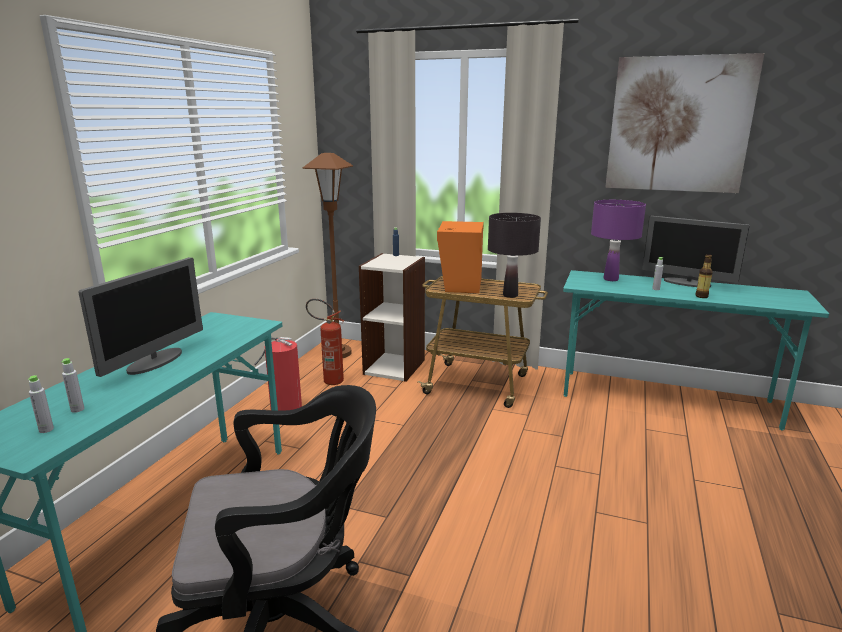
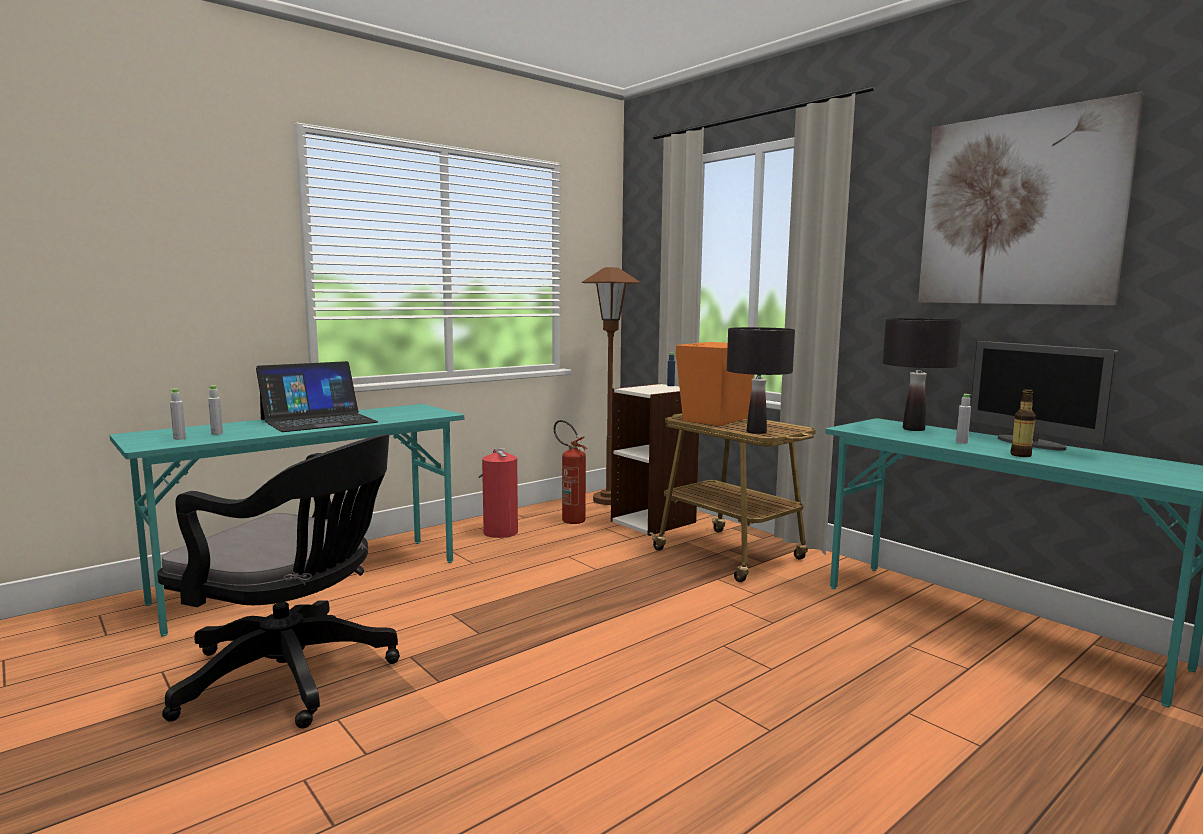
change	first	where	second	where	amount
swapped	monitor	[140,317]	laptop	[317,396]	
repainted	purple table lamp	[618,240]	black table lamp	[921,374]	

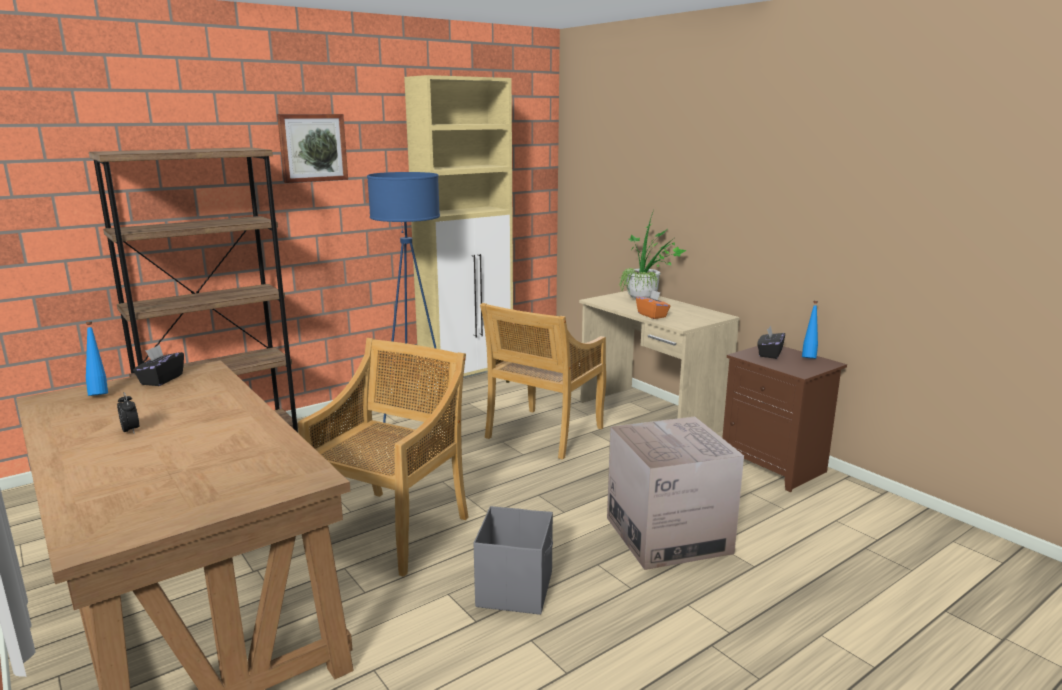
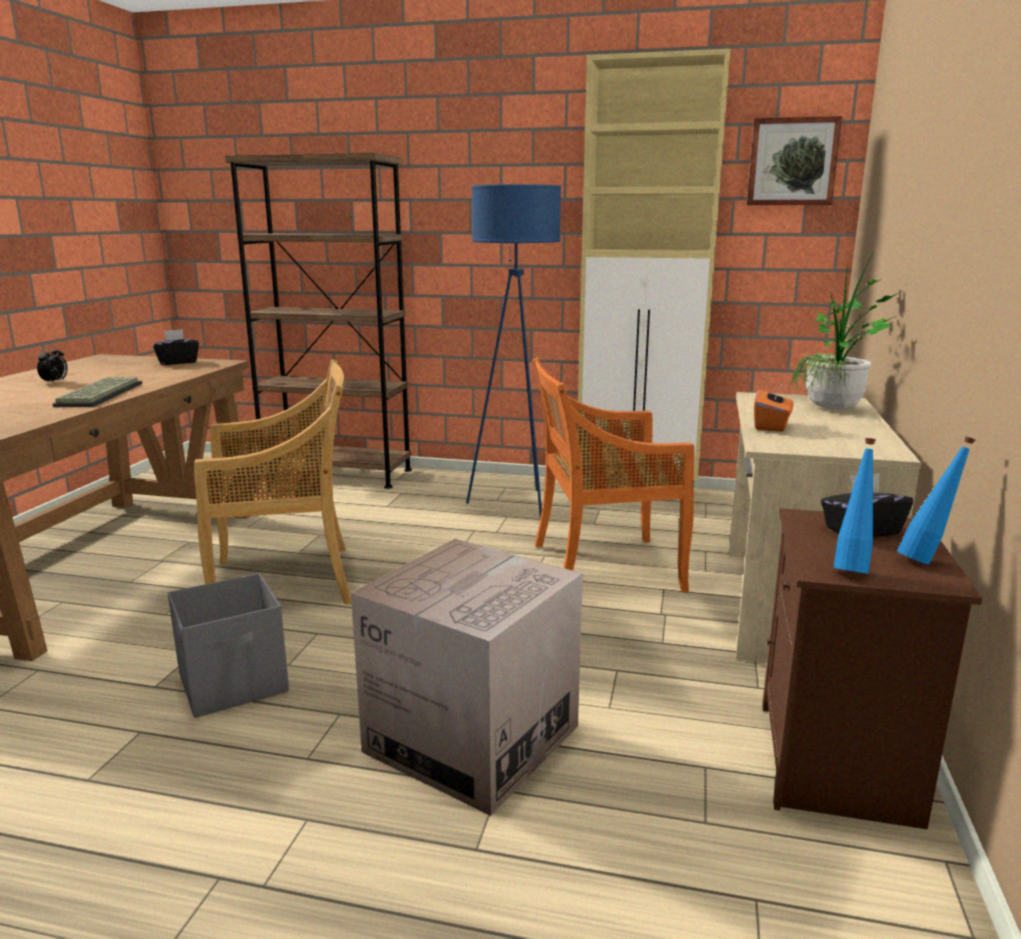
change	first	where	second	where	amount
new			keyboard	[97,392]	
repainted	beige chair	[543,381]	orange chair	[613,475]	
shifted	picture	[312,148]		[794,160]	
shifted	blue bottle	[97,359]		[854,506]	

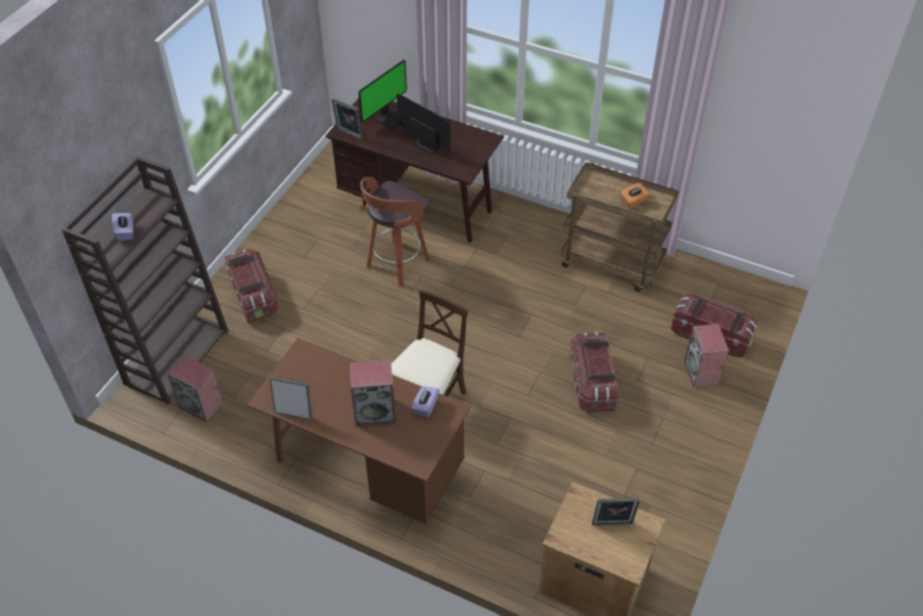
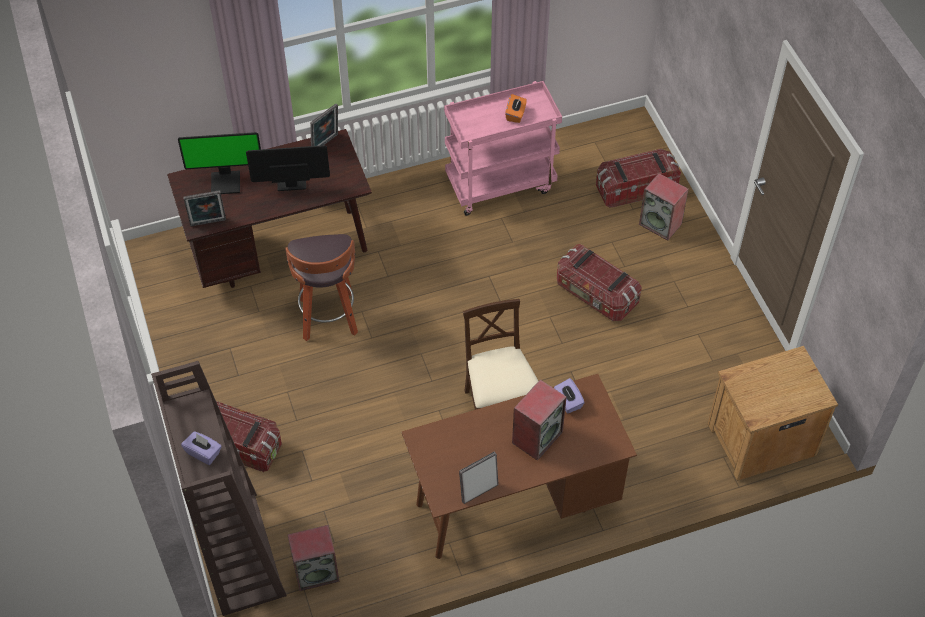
change	first	where	second	where	amount
rotated	monitor	[382,95]		[219,163]	90 degrees clockwise
shifted	picture frame	[616,512]		[324,125]	
repainted	brown cart	[620,227]	pink cart	[503,148]	

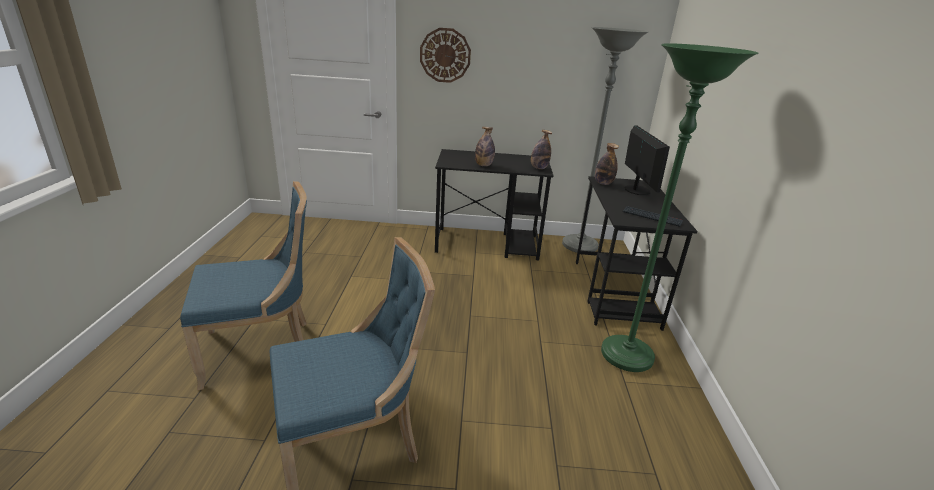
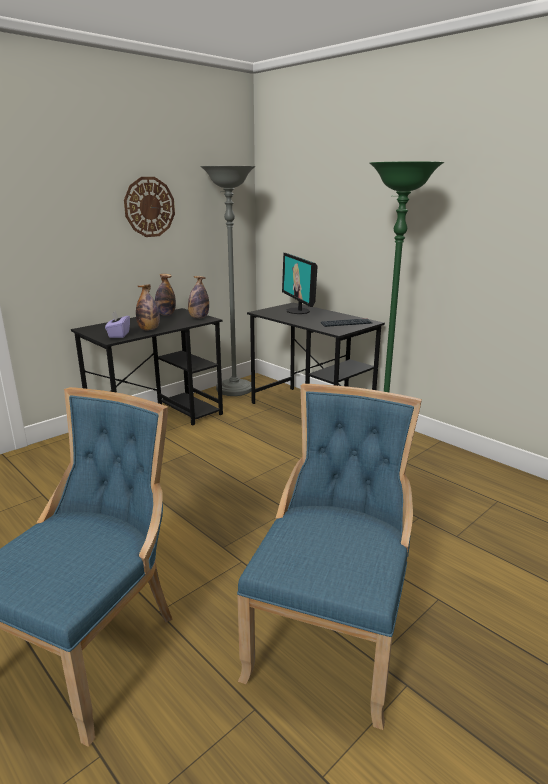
change	first	where	second	where	amount
new			purple tissue box	[117,324]	
shifted	wall clock	[445,55]		[149,207]	
shifted	bottle	[607,164]		[165,295]	
rotated	monitor	[647,160]		[300,283]	150 degrees counterclockwise

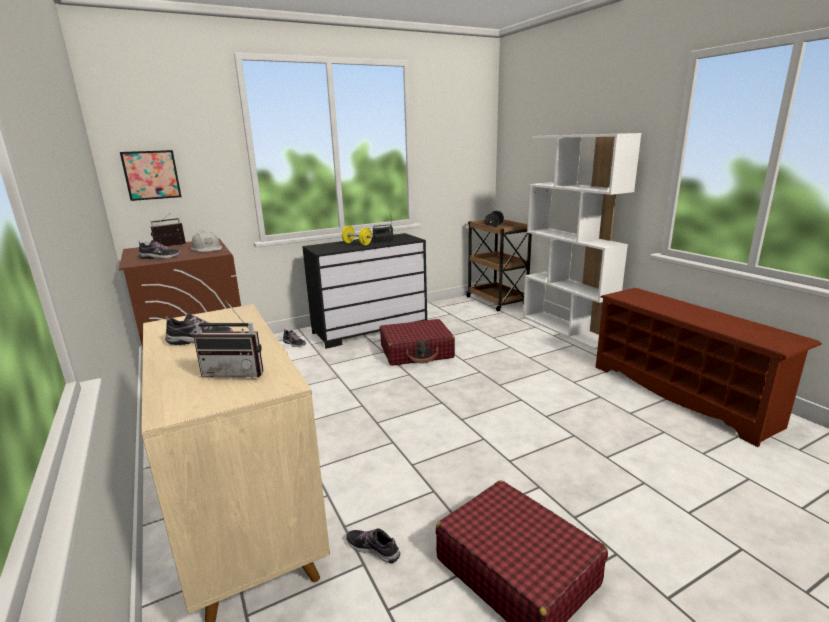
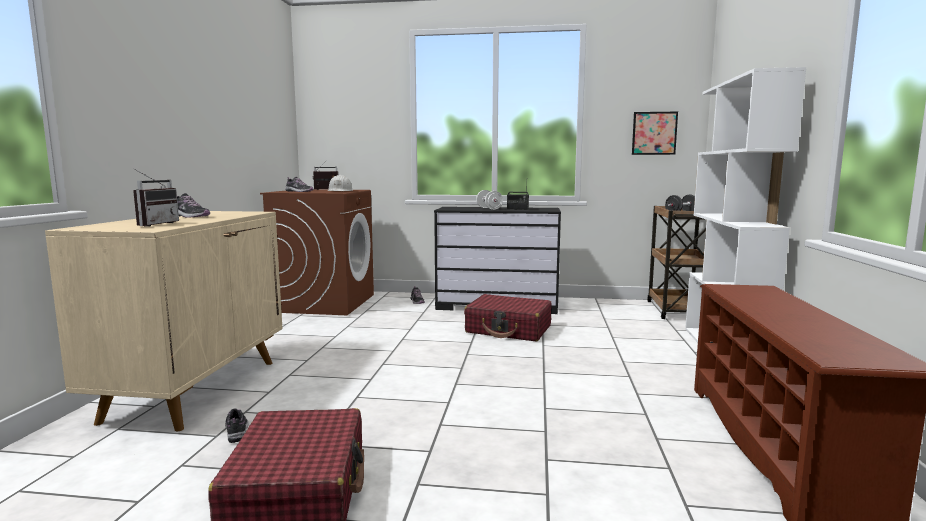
change	first	where	second	where	amount
rotated	radio	[229,339]		[156,197]	120 degrees counterclockwise
repainted	yellow dumbbell	[357,235]	white dumbbell	[489,200]	
shifted	picture	[150,175]		[655,133]	

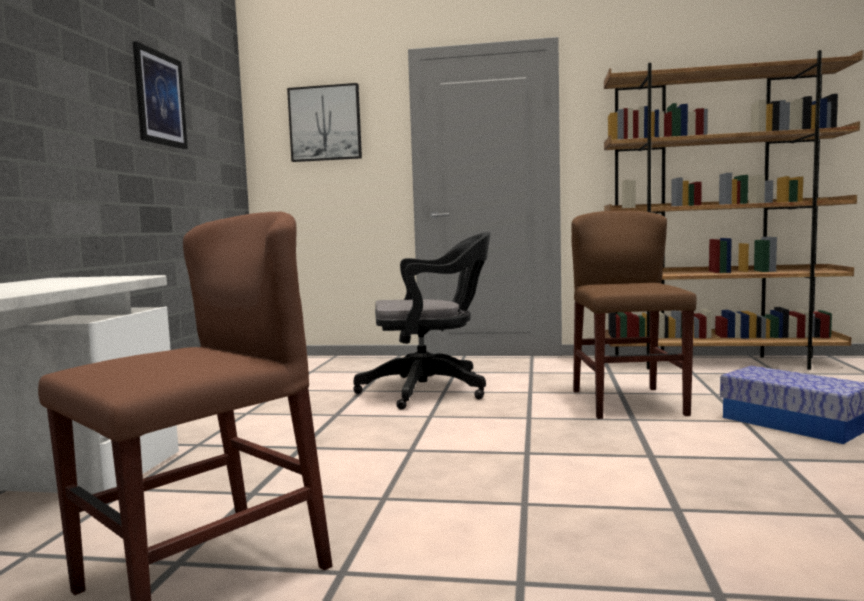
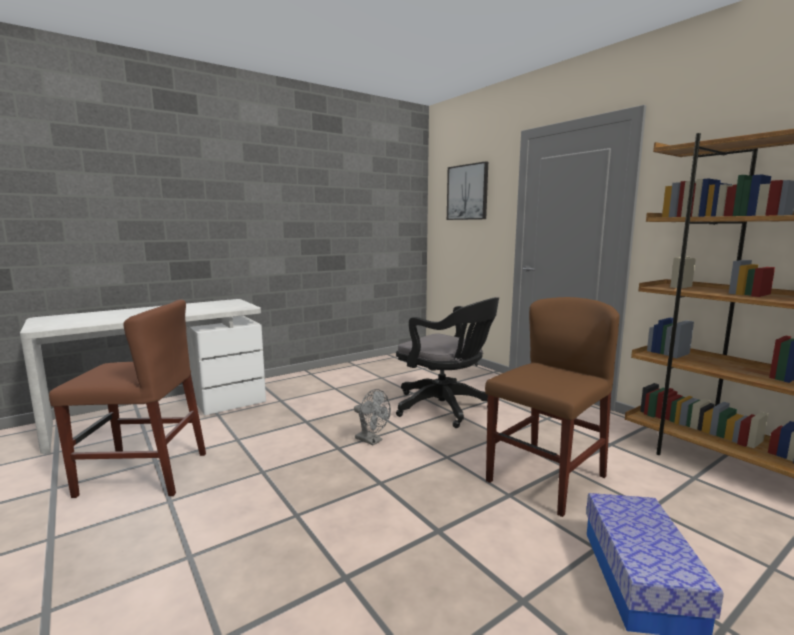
change	first	where	second	where	amount
new			grey fan	[372,417]	
gone	picture	[160,95]			

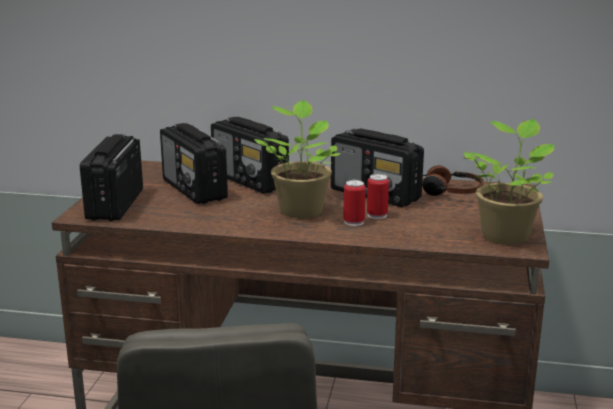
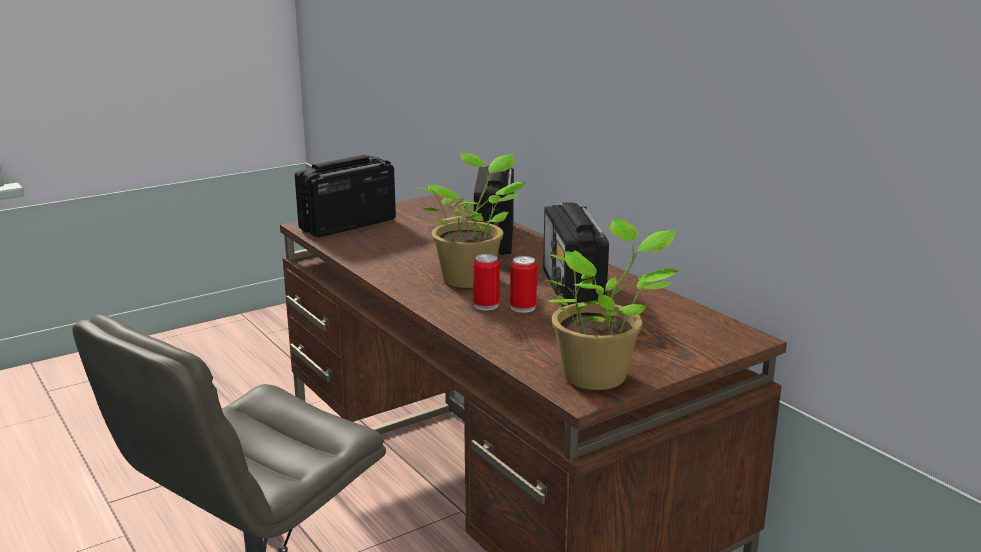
change	first	where	second	where	amount
gone	radio	[194,163]			
gone	headphones	[453,180]			

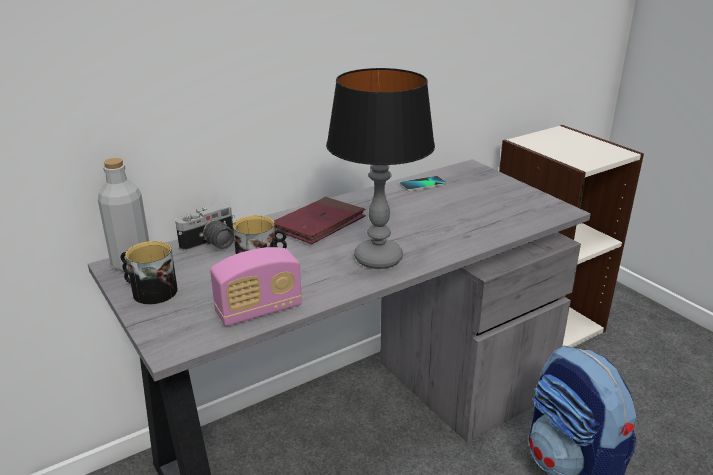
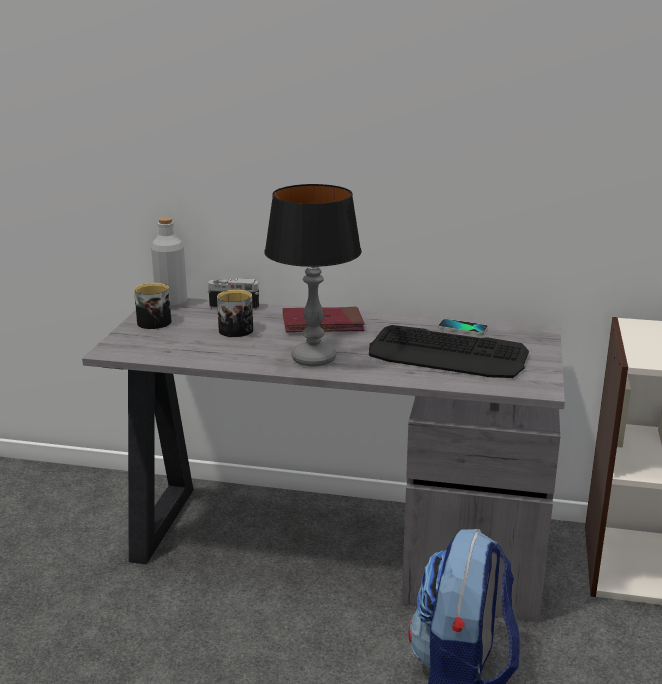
change	first	where	second	where	amount
new			keyboard	[449,351]	
gone	radio	[256,286]			

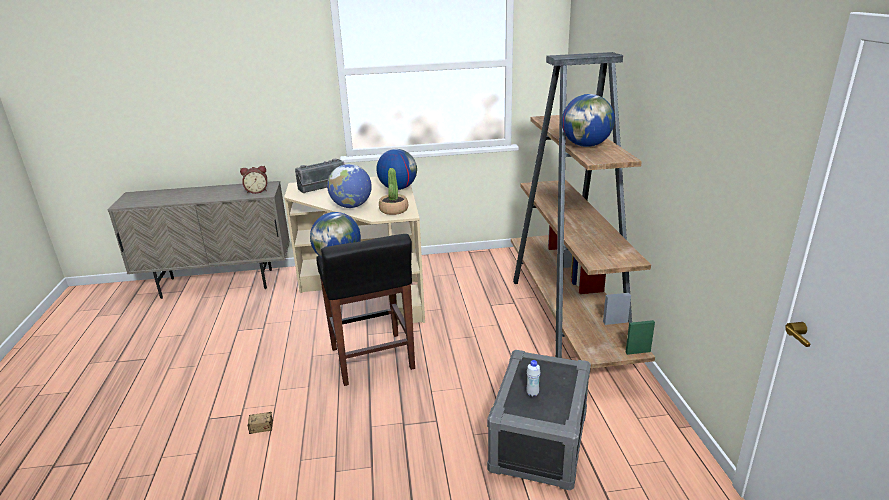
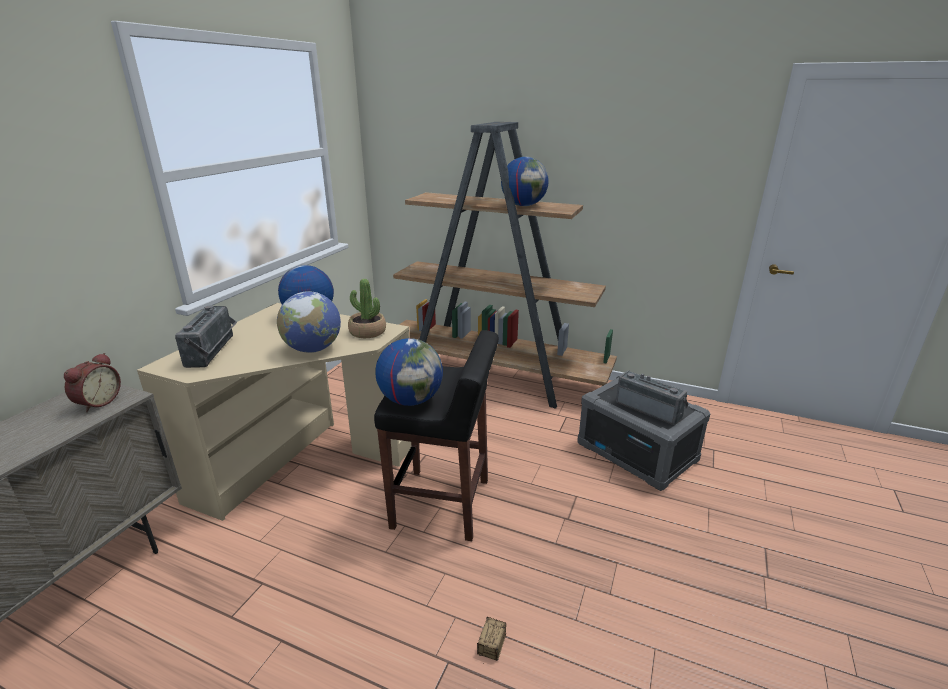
change	first	where	second	where	amount
swapped	white bottle	[533,378]	radio	[652,398]	

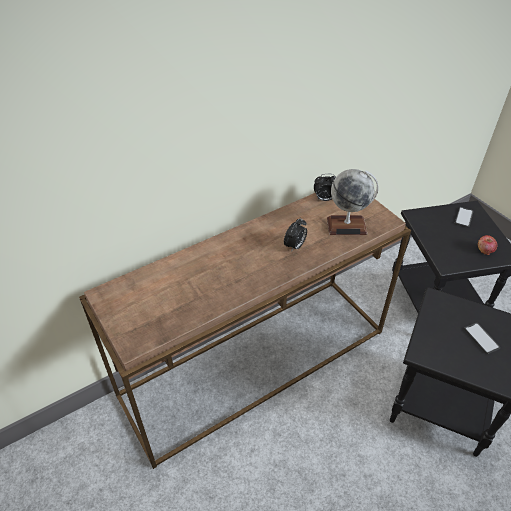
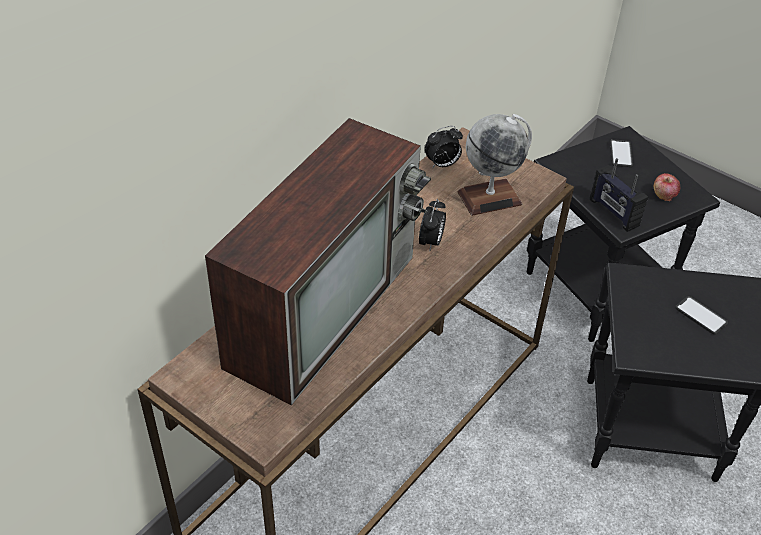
change	first	where	second	where	amount
new			television	[318,262]	
new			radio	[619,195]	

